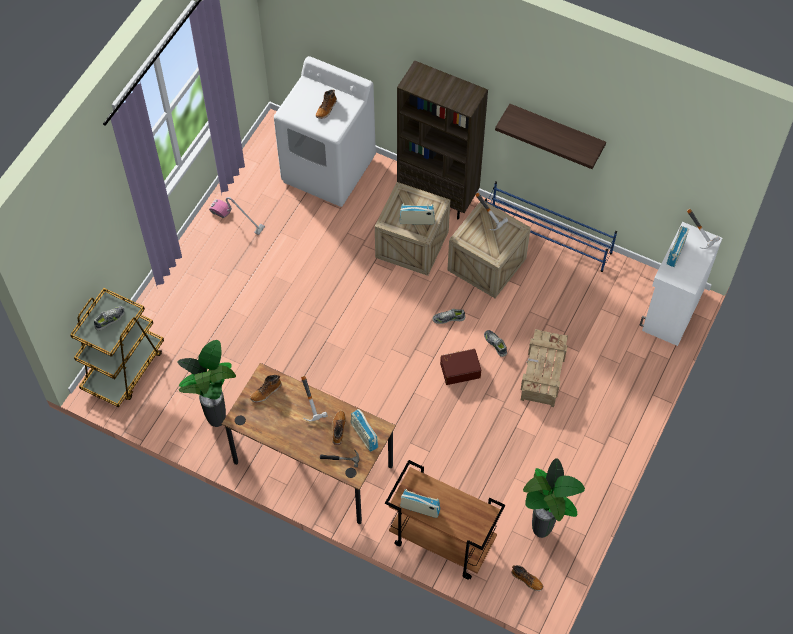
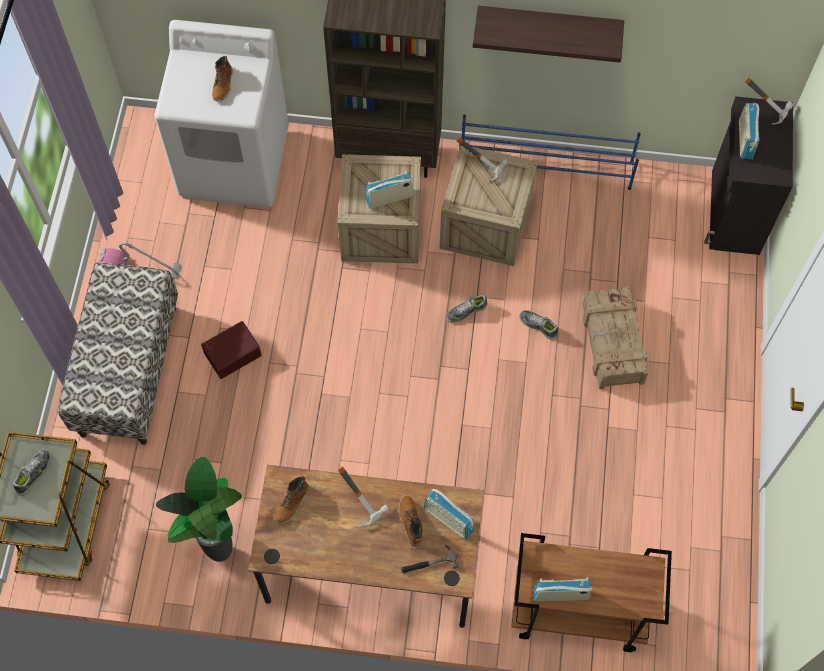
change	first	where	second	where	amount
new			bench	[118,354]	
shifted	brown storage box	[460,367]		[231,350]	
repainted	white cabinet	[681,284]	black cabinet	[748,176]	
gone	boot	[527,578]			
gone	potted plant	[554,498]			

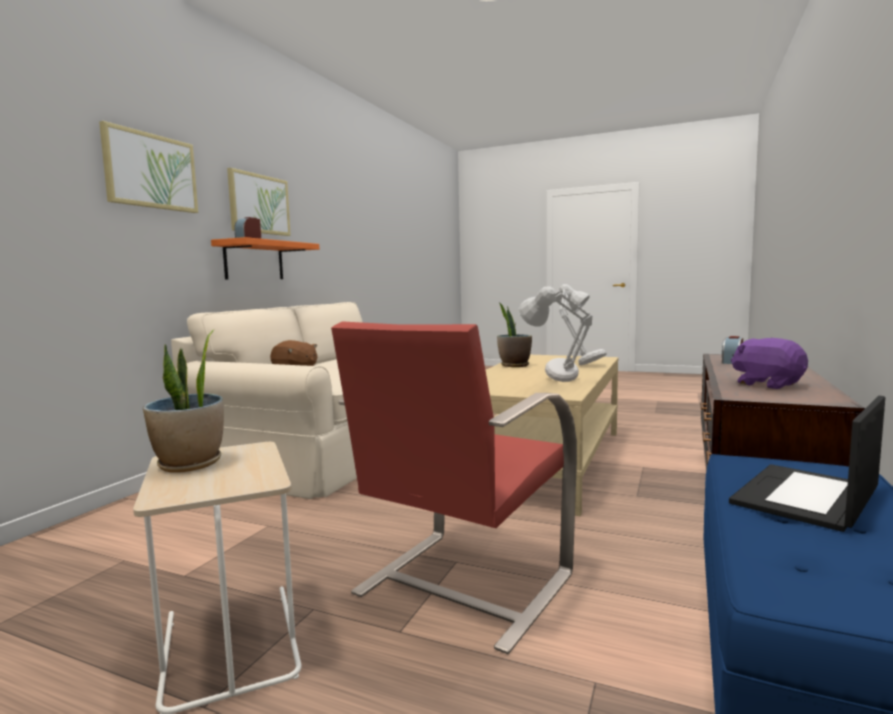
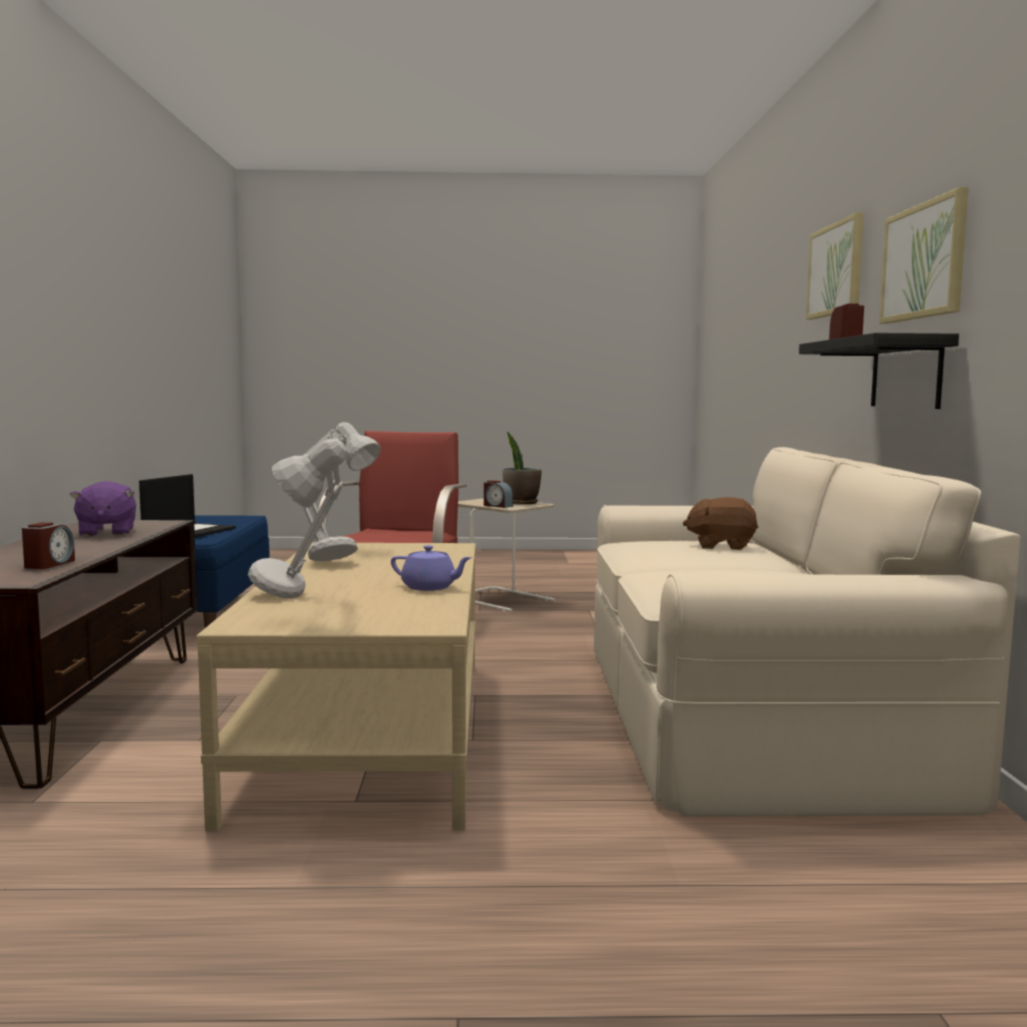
change	first	where	second	where	amount
rotated	purple plush toy	[769,363]		[103,509]	45 degrees clockwise
swapped	potted plant	[514,335]	purple teapot	[431,568]	
new			alarm clock	[498,494]	
repainted	orange shelf	[265,258]	black shelf	[879,371]	

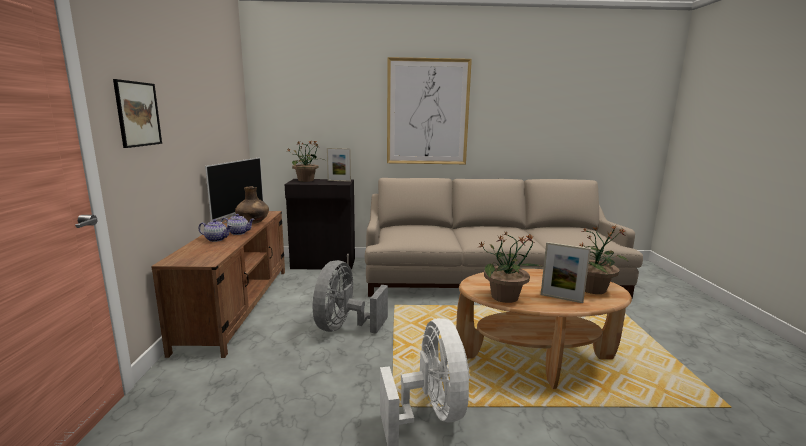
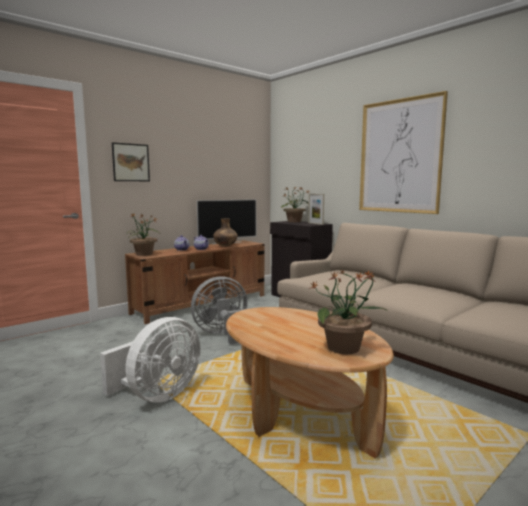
change	first	where	second	where	amount
shifted	potted plant	[511,267]		[142,235]	
gone	picture frame	[566,272]			

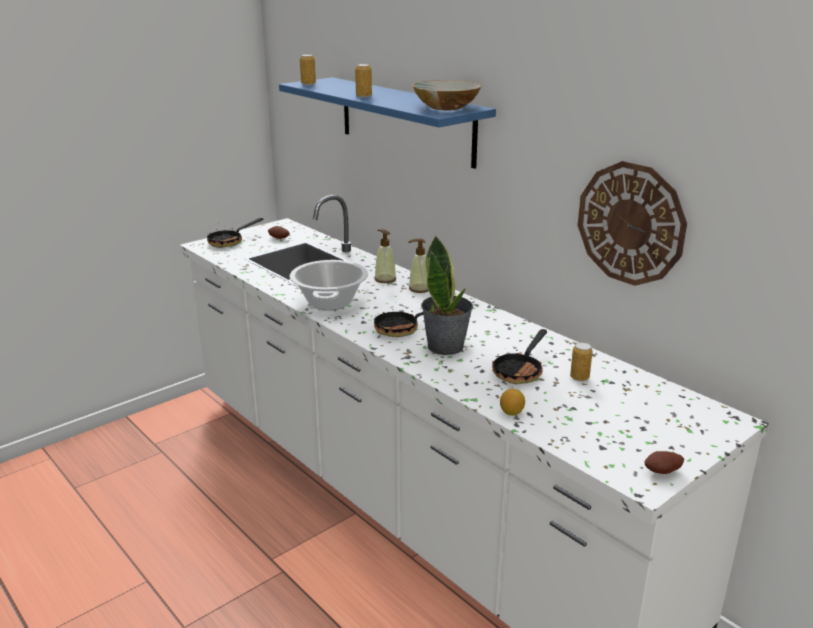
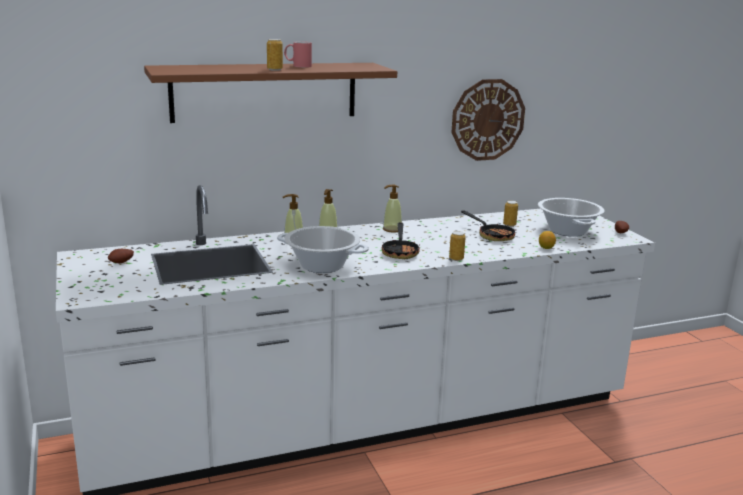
change	first	where	second	where	amount
repainted	blue shelf	[387,123]	brown shelf	[270,93]	
new			red mug	[298,54]	
new			soap dispenser	[392,208]	
shifted	can	[308,69]		[457,246]	
new			cooking pot	[571,217]	
gone	frying pan	[235,232]			
gone	bowl	[447,95]			
gone	potted plant	[447,295]			

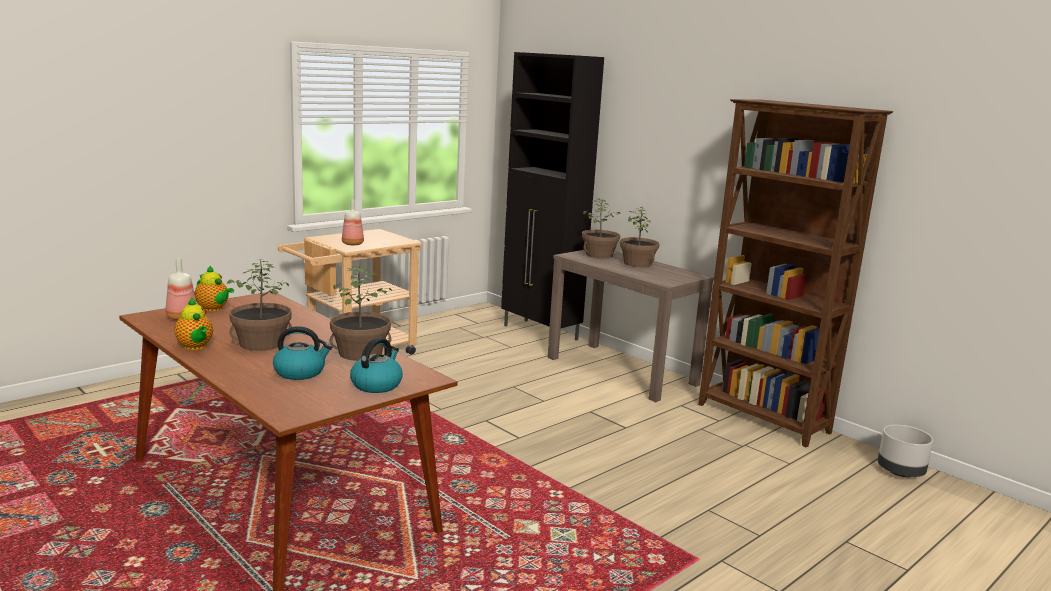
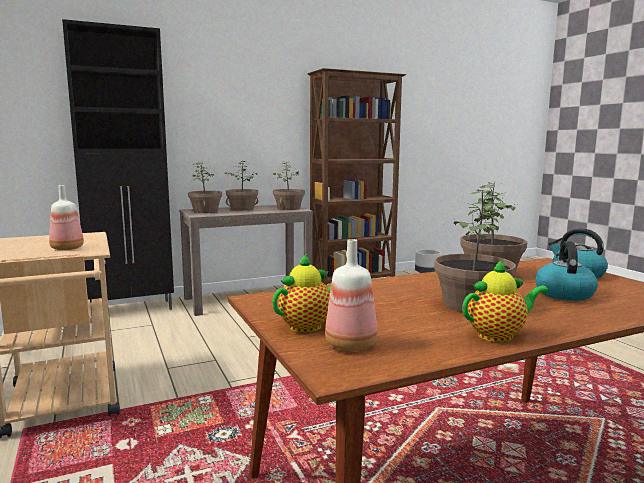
change	first	where	second	where	amount
new			potted plant	[289,185]	

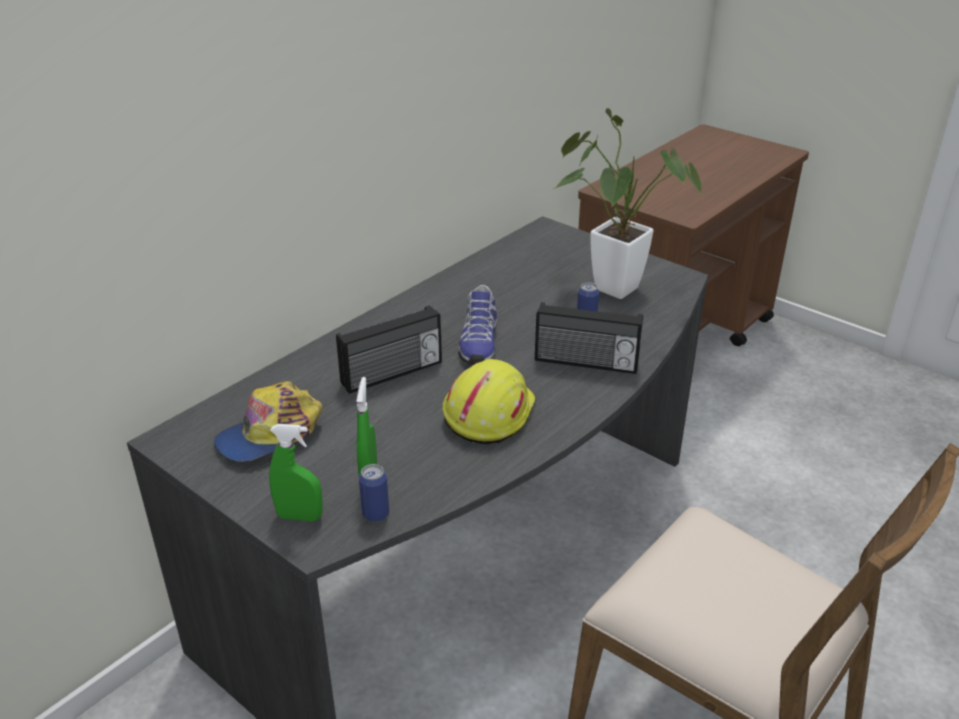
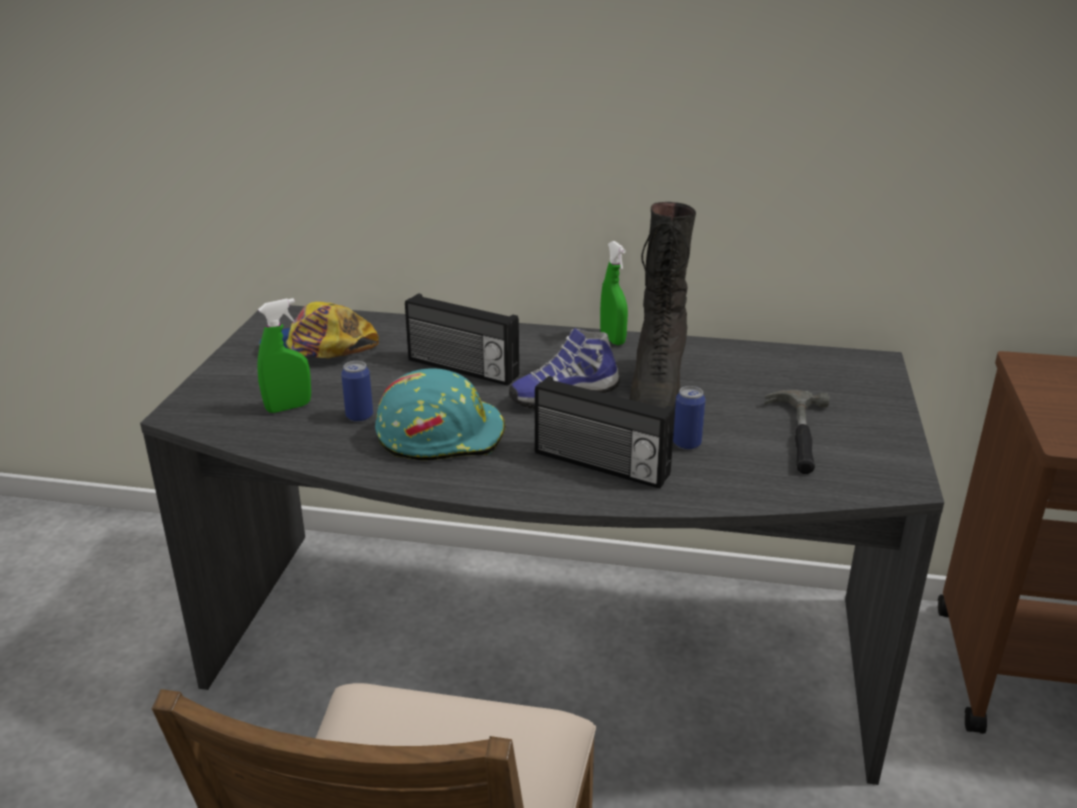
change	first	where	second	where	amount
shifted	can	[374,493]		[357,391]	
repainted	yellow hard hat	[488,401]	turquoise hard hat	[440,414]	
rotated	radio	[589,338]		[605,432]	45 degrees counterclockwise
shifted	green spray bottle	[296,472]		[614,293]	
new			black boot	[662,305]	
swapped	potted plant	[627,203]	hammer	[796,432]	

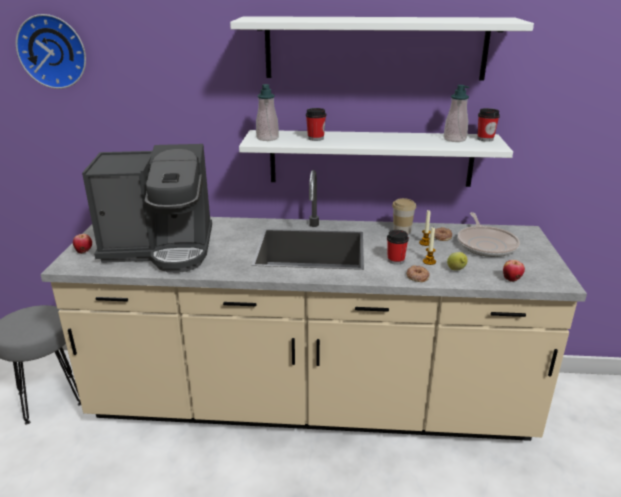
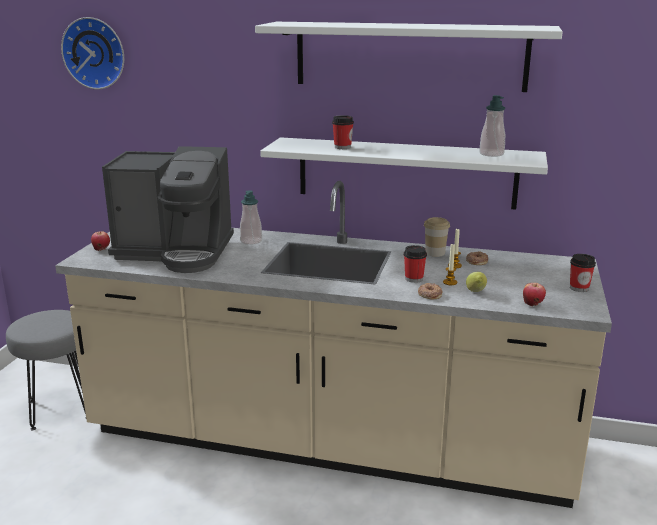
change	first	where	second	where	amount
shifted	soap dispenser	[267,112]		[251,217]	
shifted	cup	[488,125]		[583,273]	
gone	frying pan	[489,234]			

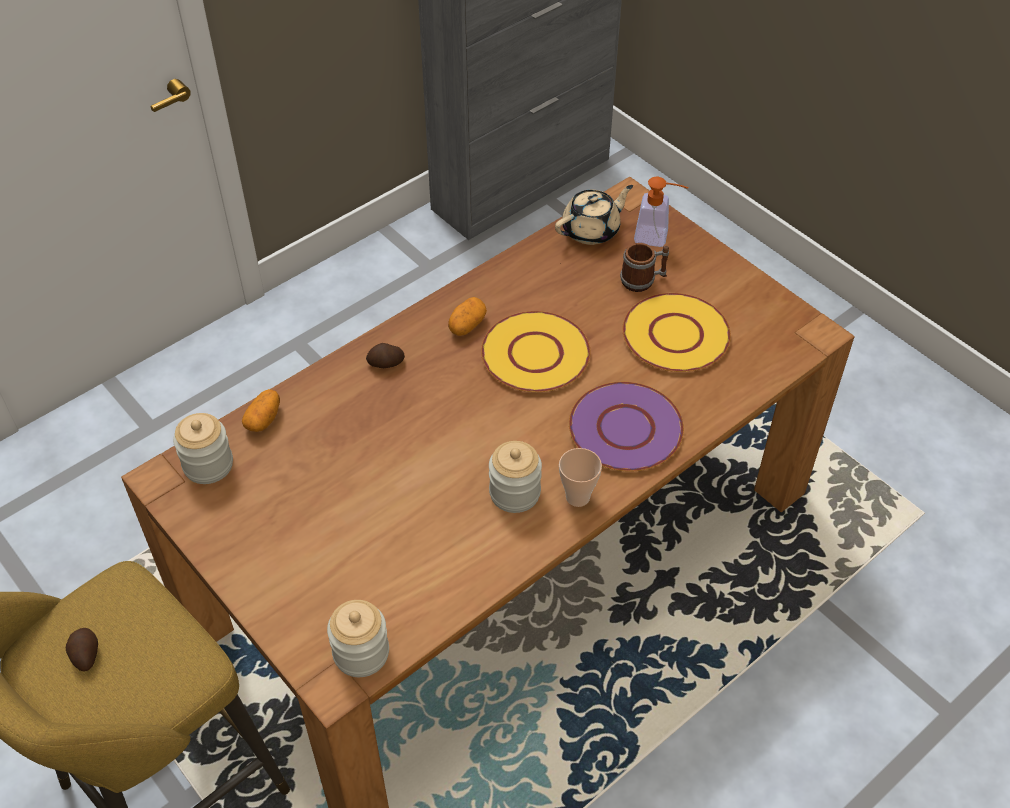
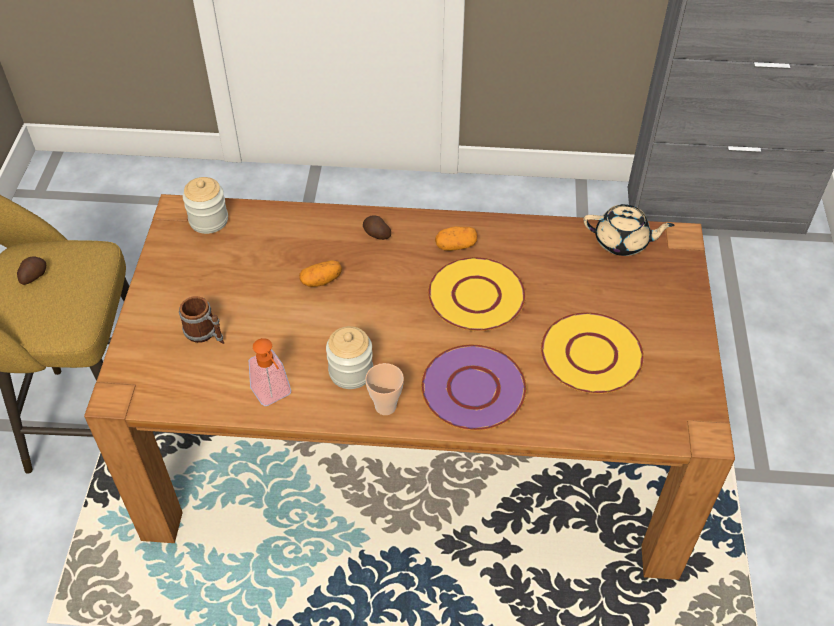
change	first	where	second	where	amount
shifted	mug	[644,267]		[201,320]	
shifted	soap dispenser	[661,212]		[270,372]	
shifted	potato	[261,410]		[320,273]	
gone	jar	[358,638]			

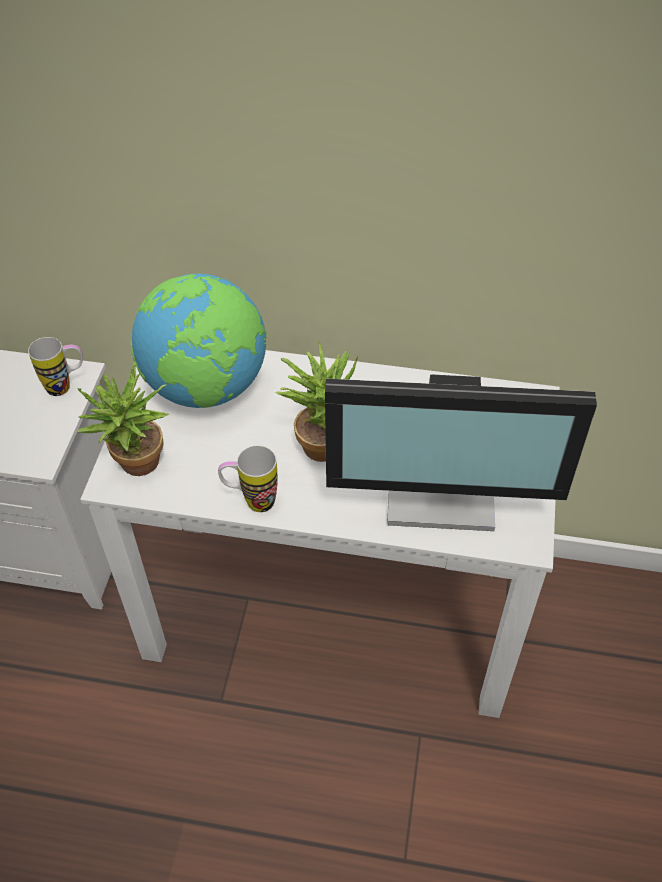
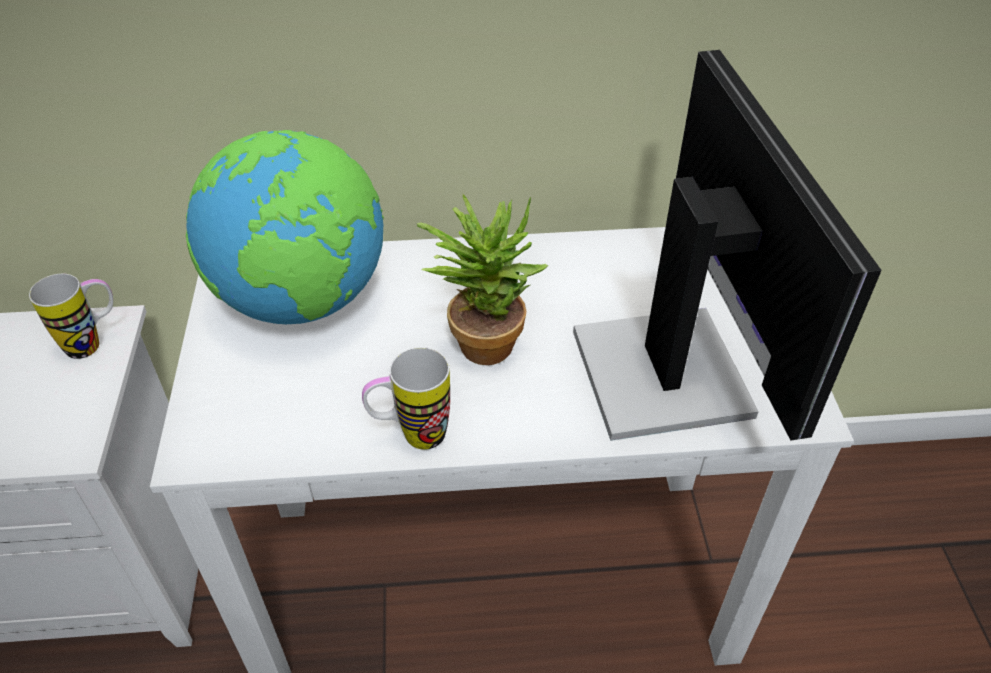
change	first	where	second	where	amount
rotated	monitor	[461,452]		[727,245]	90 degrees counterclockwise
gone	potted plant	[123,419]			

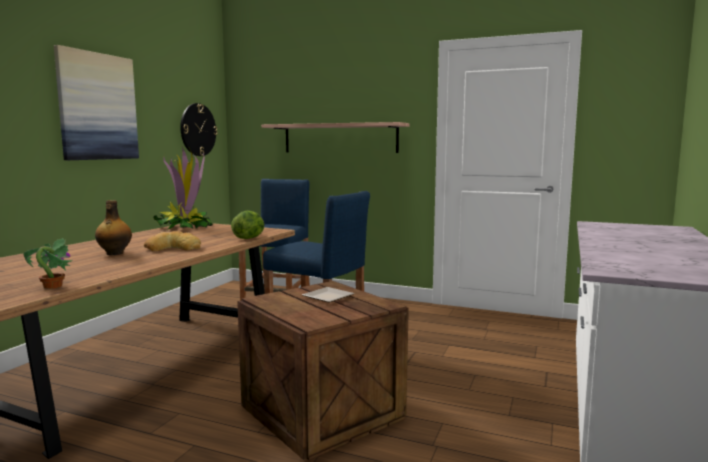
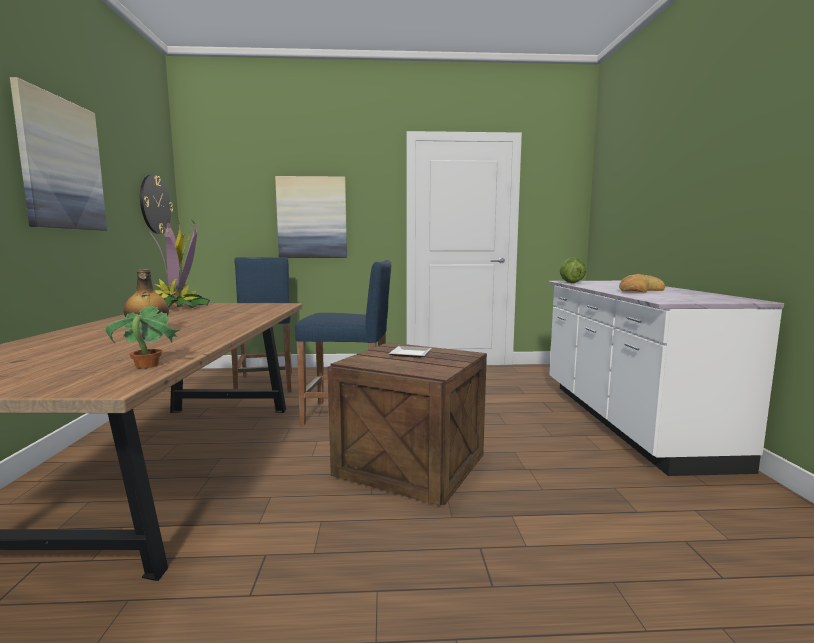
change	first	where	second	where	amount
swapped	shelf	[335,137]	picture	[311,217]	
shifted	lettuce	[247,224]		[572,270]	
shifted	bread	[172,241]		[642,283]	

